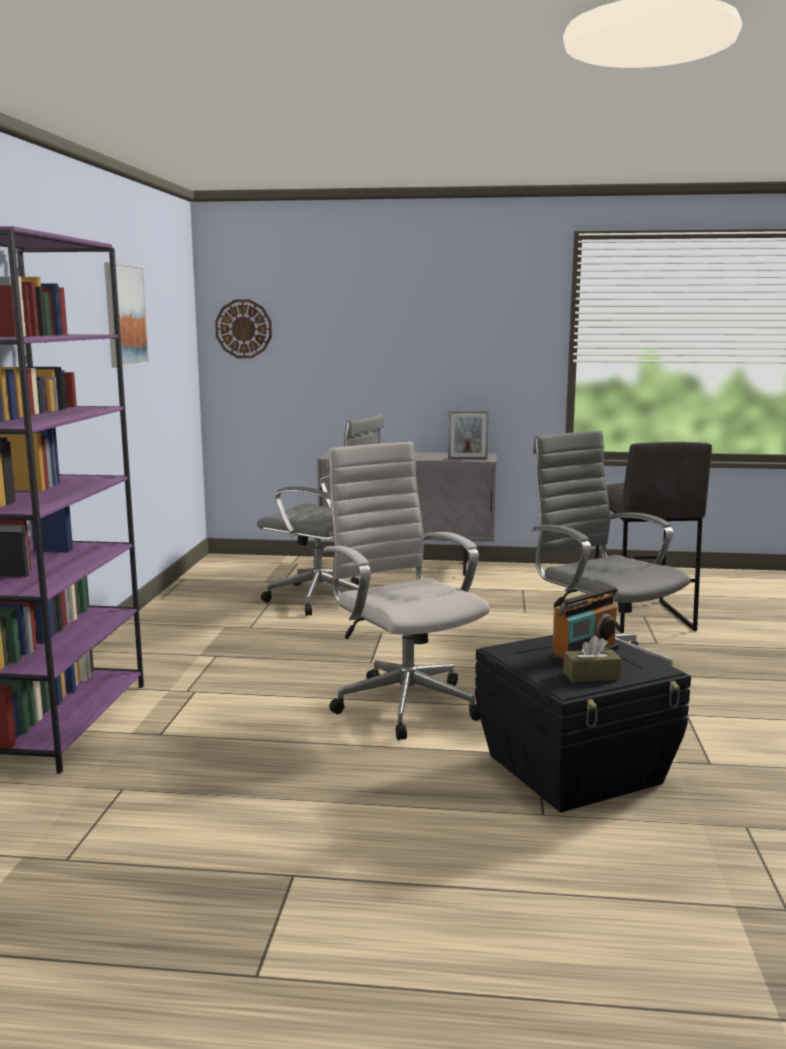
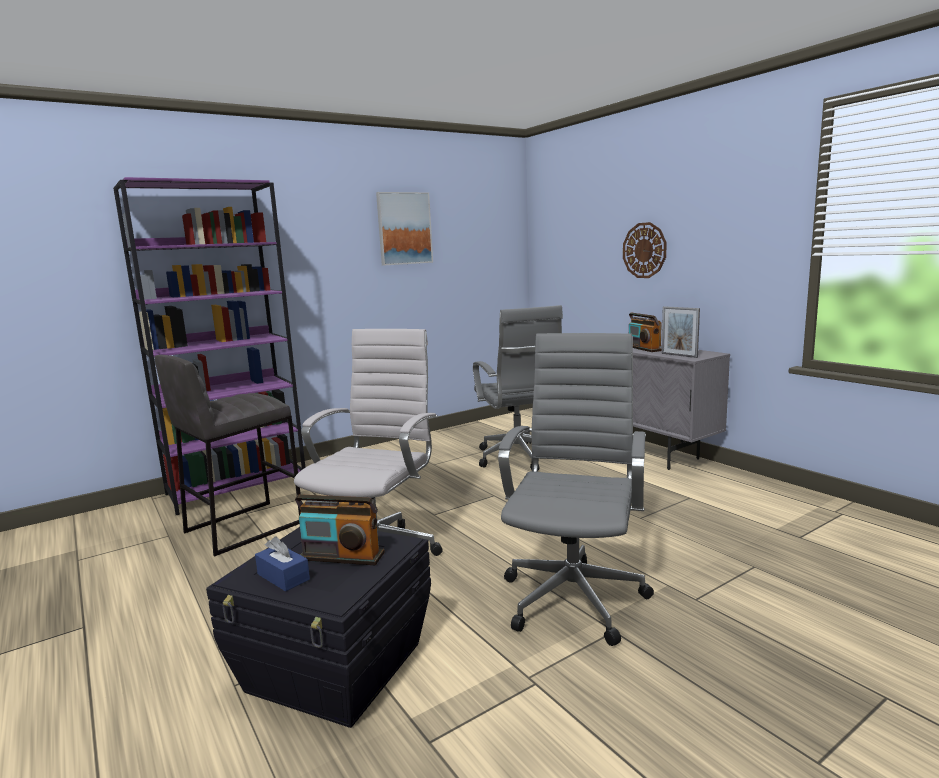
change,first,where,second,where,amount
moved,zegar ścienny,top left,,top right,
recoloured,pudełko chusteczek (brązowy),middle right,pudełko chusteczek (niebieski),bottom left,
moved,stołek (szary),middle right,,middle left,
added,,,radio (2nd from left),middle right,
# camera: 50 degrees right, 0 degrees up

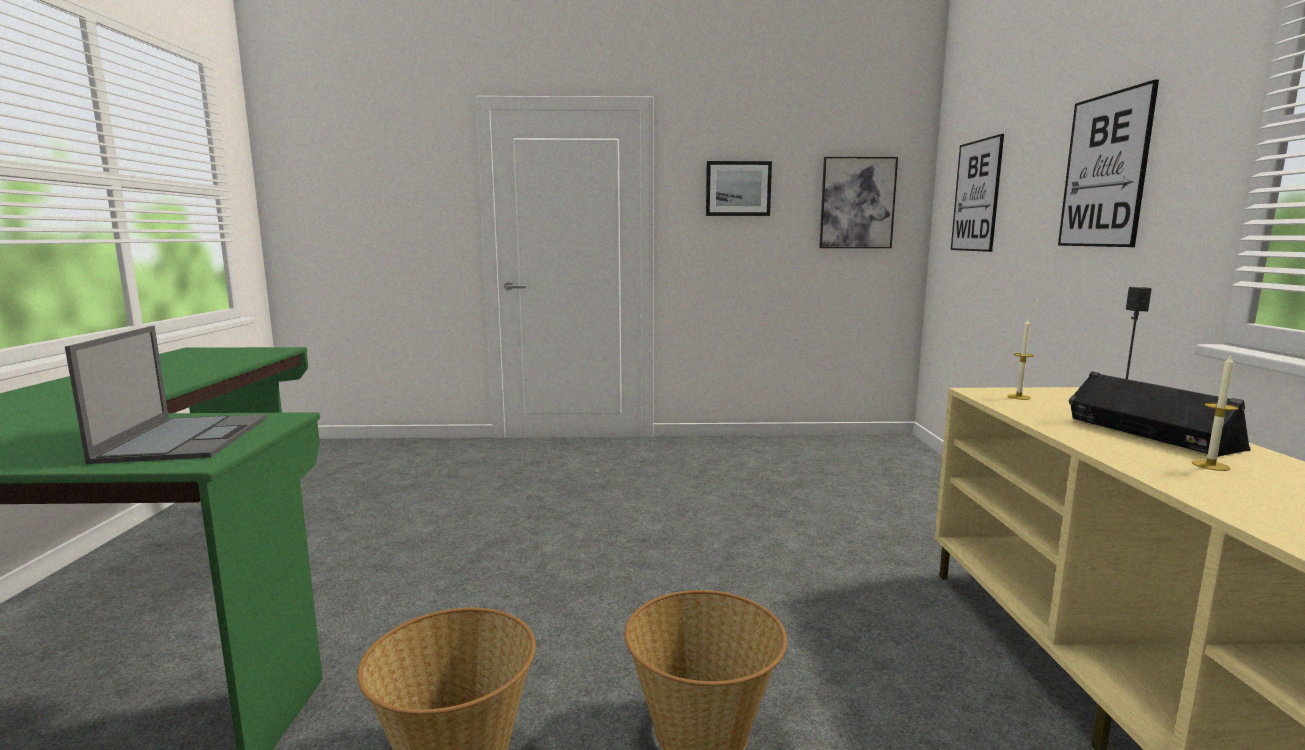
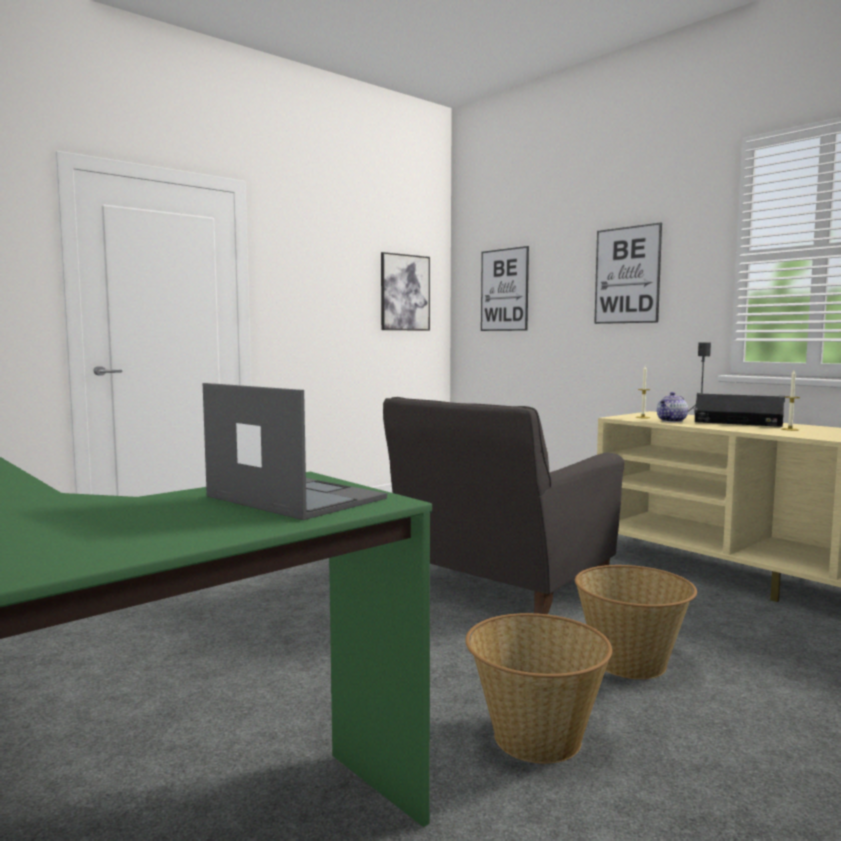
change,first,where,second,where,amount
removed,obraz (1st from left),top centre,,,
added,,,fotel (szary),centre,
added,,,imbryk,middle right,
# camera: 40 degrees left, 5 degrees down

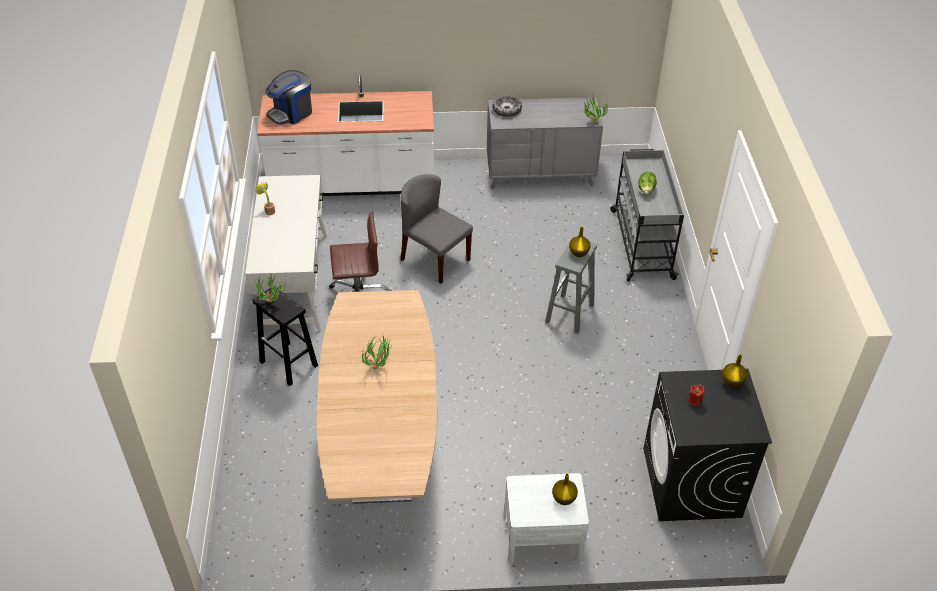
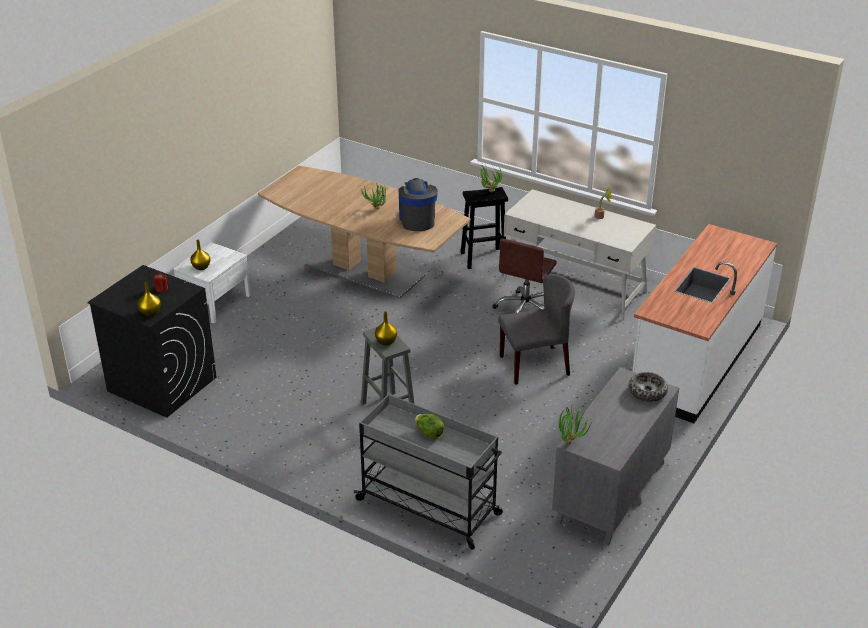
change,first,where,second,where,amount
moved,ekspres do kawy,top left,,top centre,
# camera: 125 degrees right, 10 degrees down

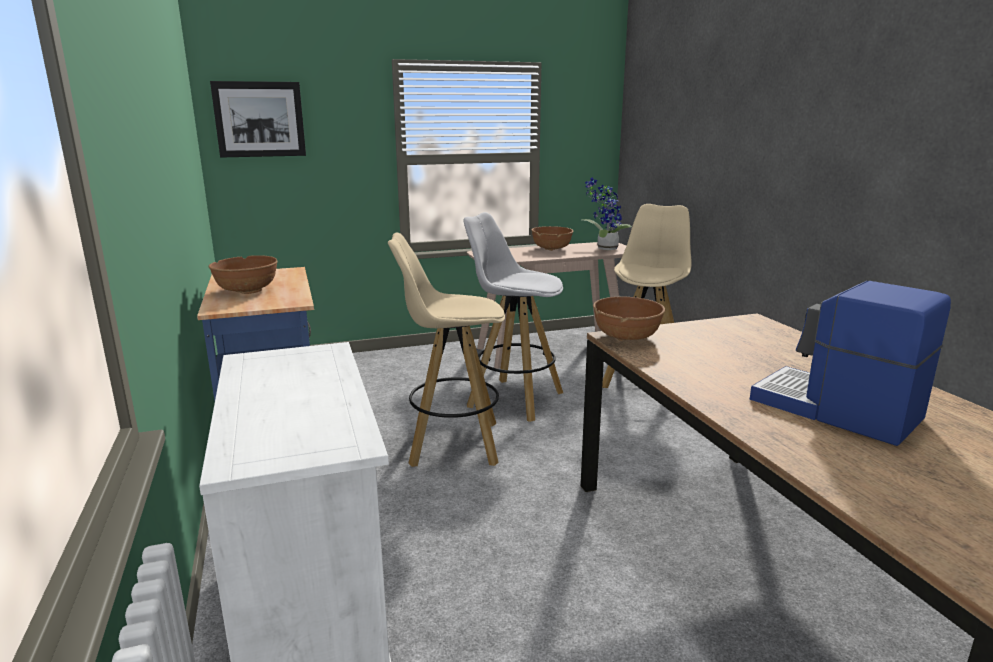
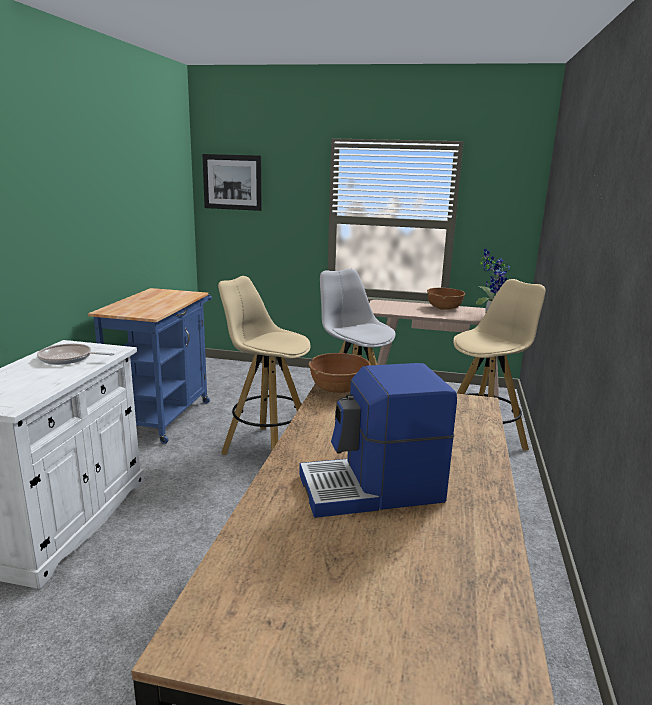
change,first,where,second,where,amount
removed,miska (brązowy) (1st from left),middle left,,,
turned,ekspres do kawy,middle right,,centre,90 degrees counterclockwise
added,,,patelnia,middle left,
# camera: 30 degrees right, 0 degrees up

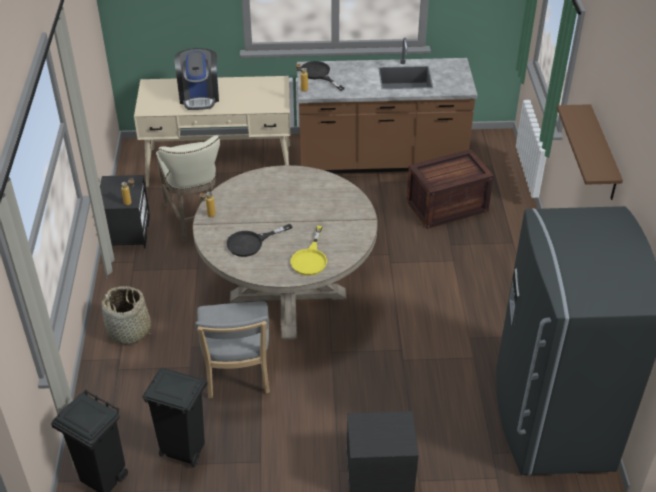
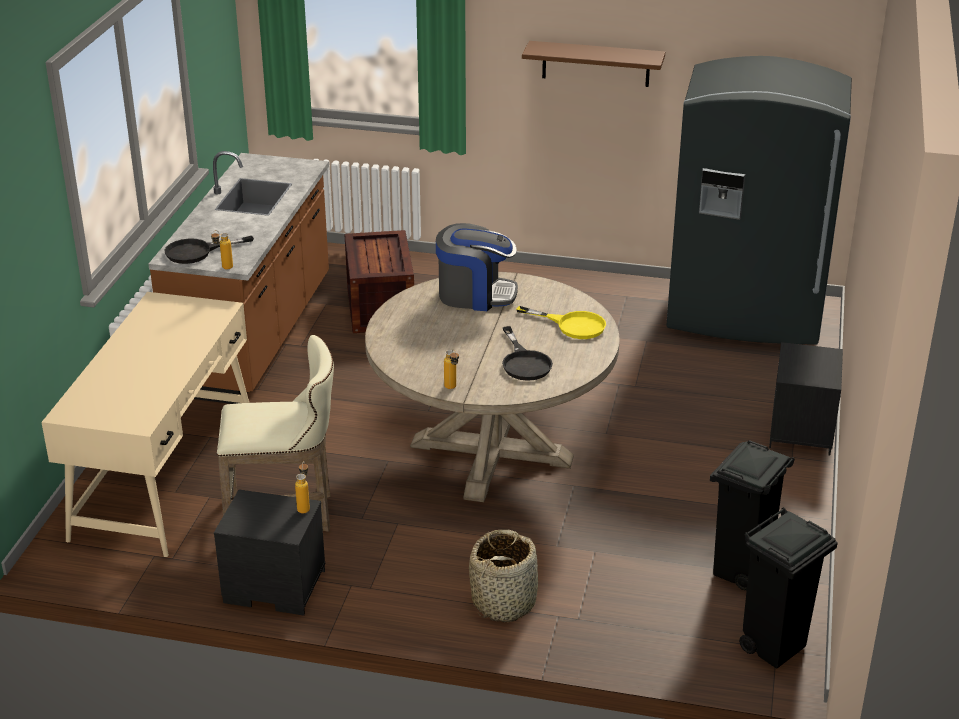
change,first,where,second,where,amount
moved,ekspres do kawy,top left,,centre,
removed,krzesło (szary),bottom centre,,,
# camera: 75 degrees left, 10 degrees down

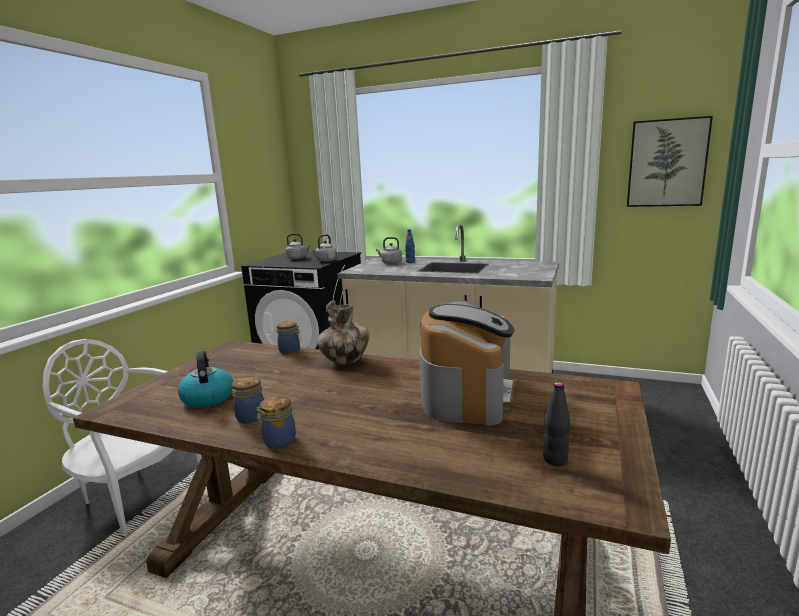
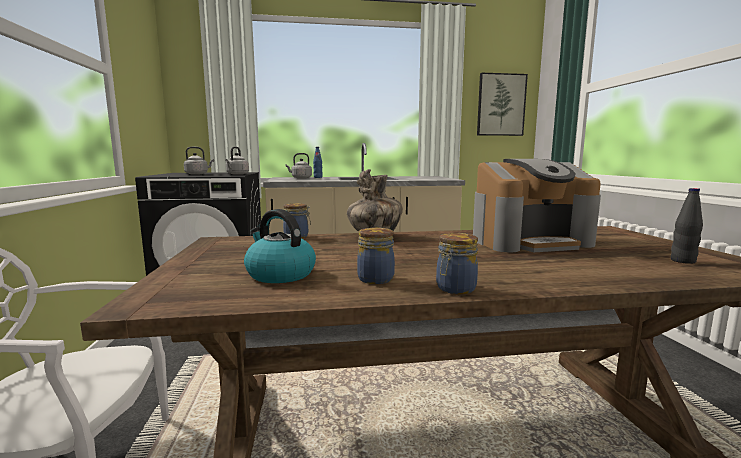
change,first,where,second,where,amount
turned,ekspres do kawy,centre,,middle right,90 degrees clockwise
# camera: 30 degrees left, 5 degrees down

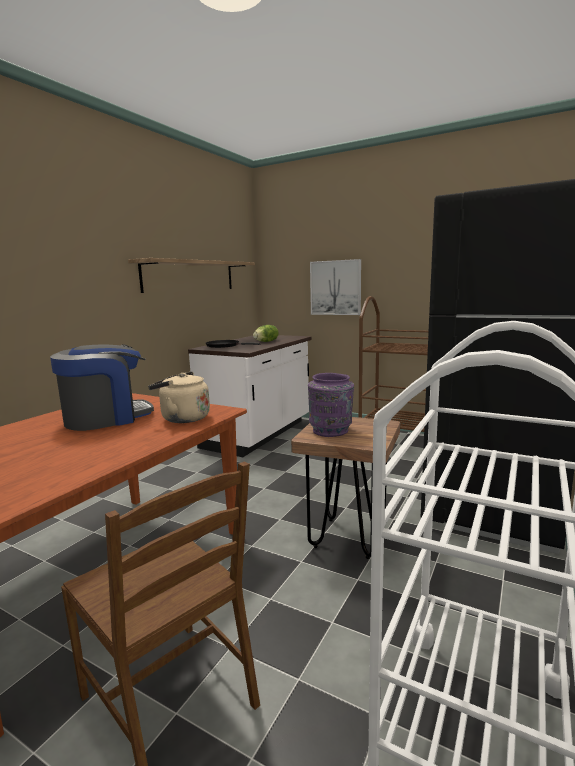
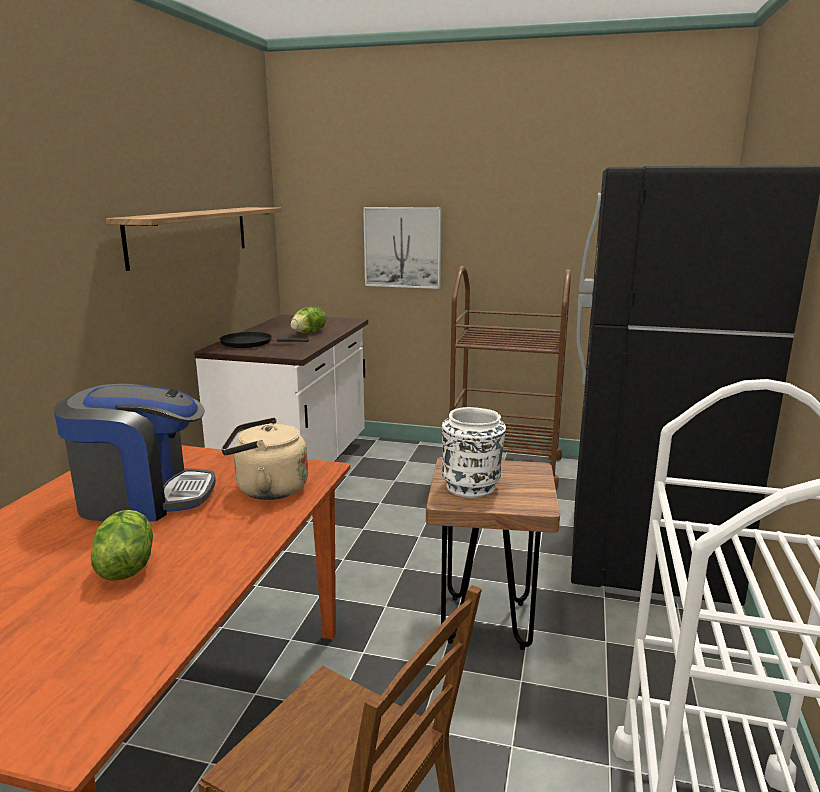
change,first,where,second,where,amount
turned,ekspres do kawy,middle left,,middle left,45 degrees clockwise
recoloured,wazon (fioletowy),centre,wazon (biały),centre,
added,,,sałata (1st from left),bottom left,
# camera: 15 degrees left, 5 degrees up

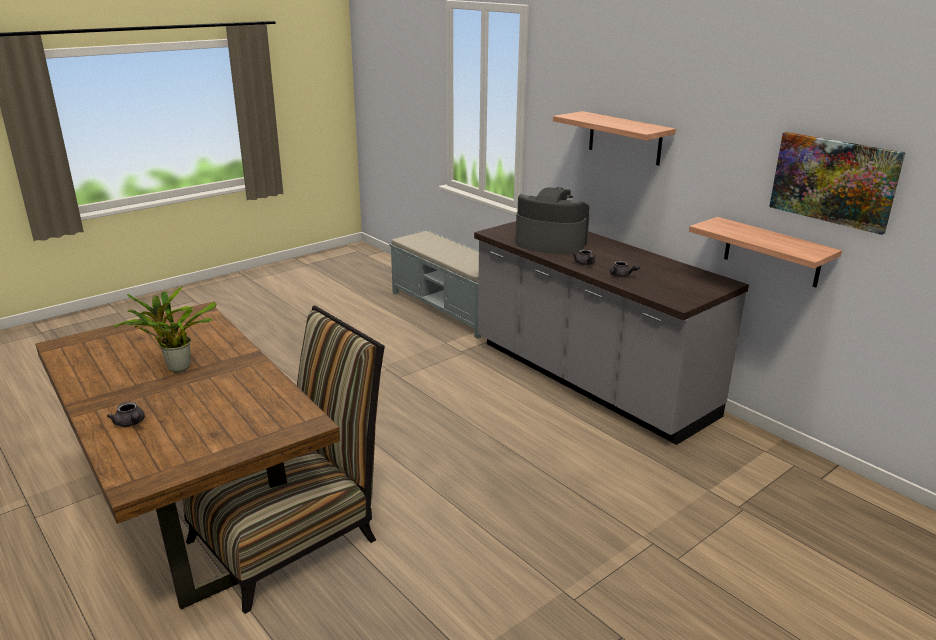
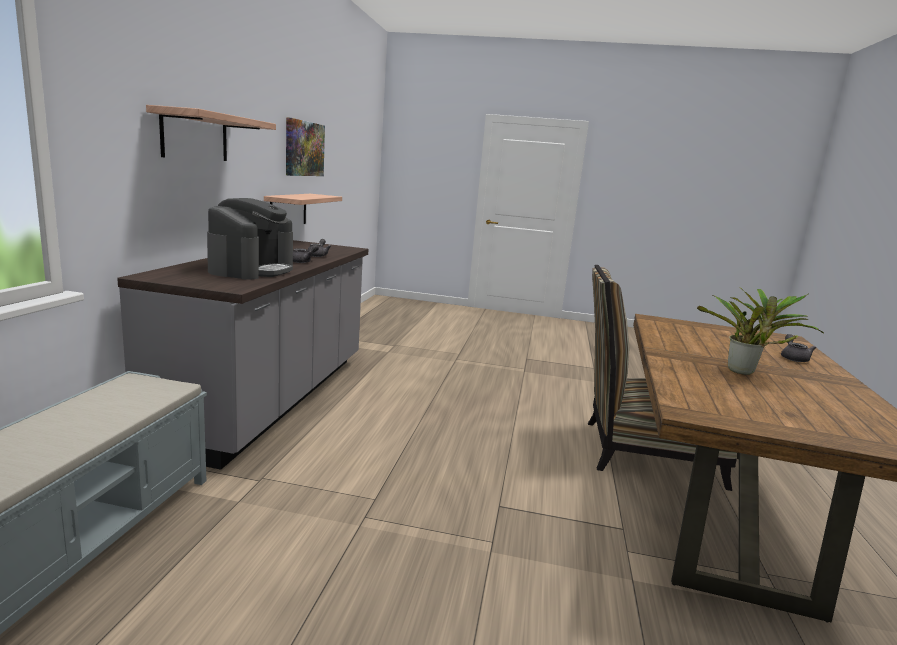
change,first,where,second,where,amount
turned,ekspres do kawy,centre,,middle left,150 degrees counterclockwise
# camera: 130 degrees left, 10 degrees down

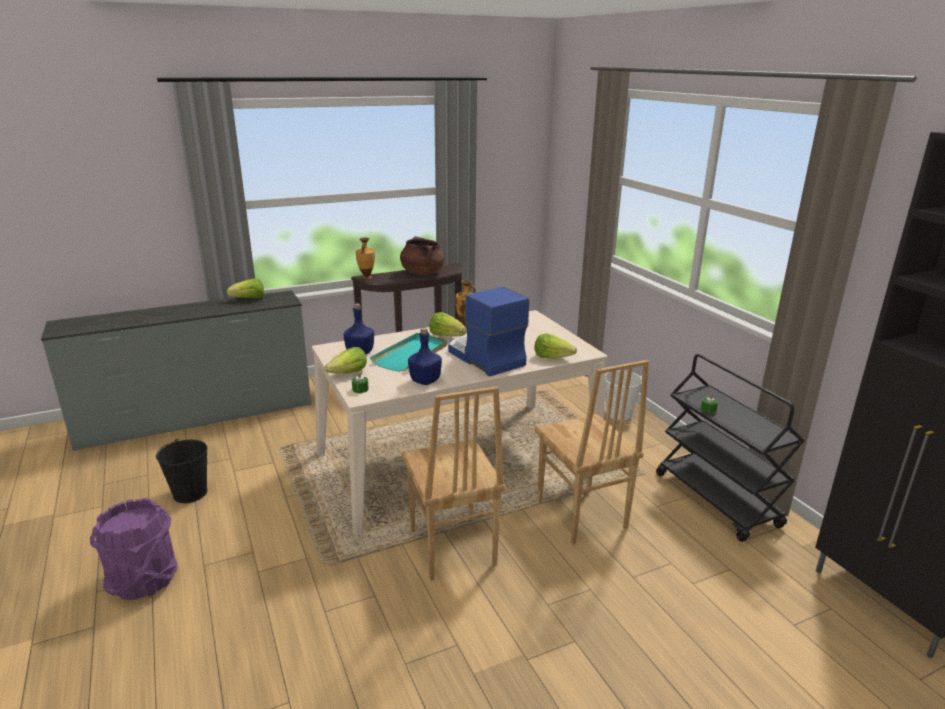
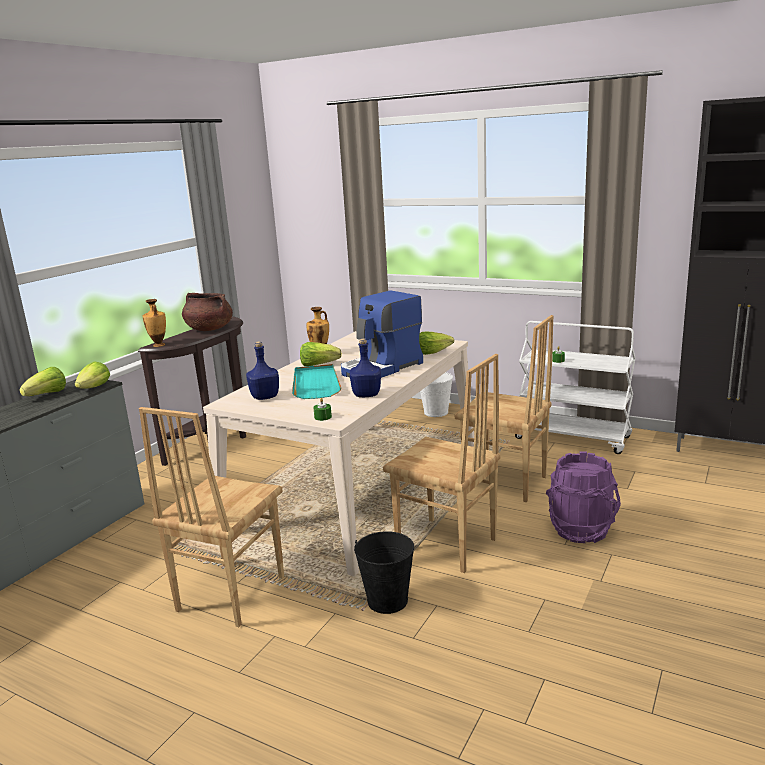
change,first,where,second,where,amount
moved,wiadro (fioletowy),bottom left,,middle right,
moved,wiadro (czarny),middle left,,bottom centre,
moved,sałata (2nd from left),centre,,middle left,
turned,ekspres do kawy,centre,,centre,60 degrees counterclockwise
recoloured,wózek (czarny),middle right,wózek (biały),middle right,
added,,,krzesło (brązowy) (1st from left),bottom left,
# camera: 35 degrees left, 5 degrees down

